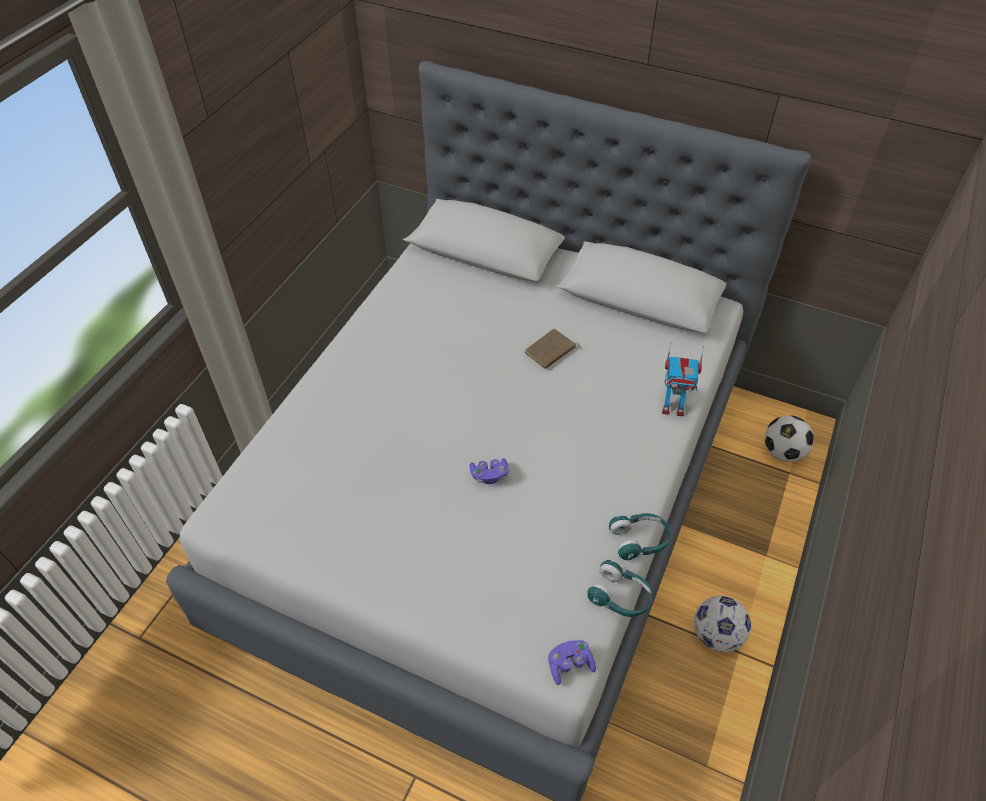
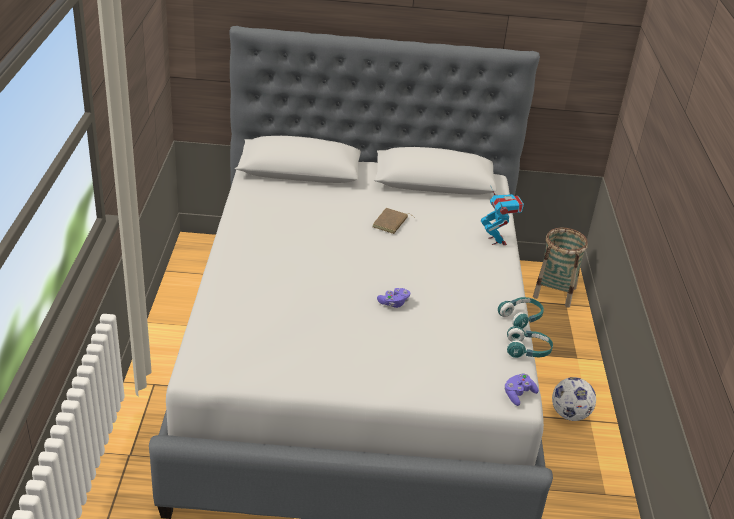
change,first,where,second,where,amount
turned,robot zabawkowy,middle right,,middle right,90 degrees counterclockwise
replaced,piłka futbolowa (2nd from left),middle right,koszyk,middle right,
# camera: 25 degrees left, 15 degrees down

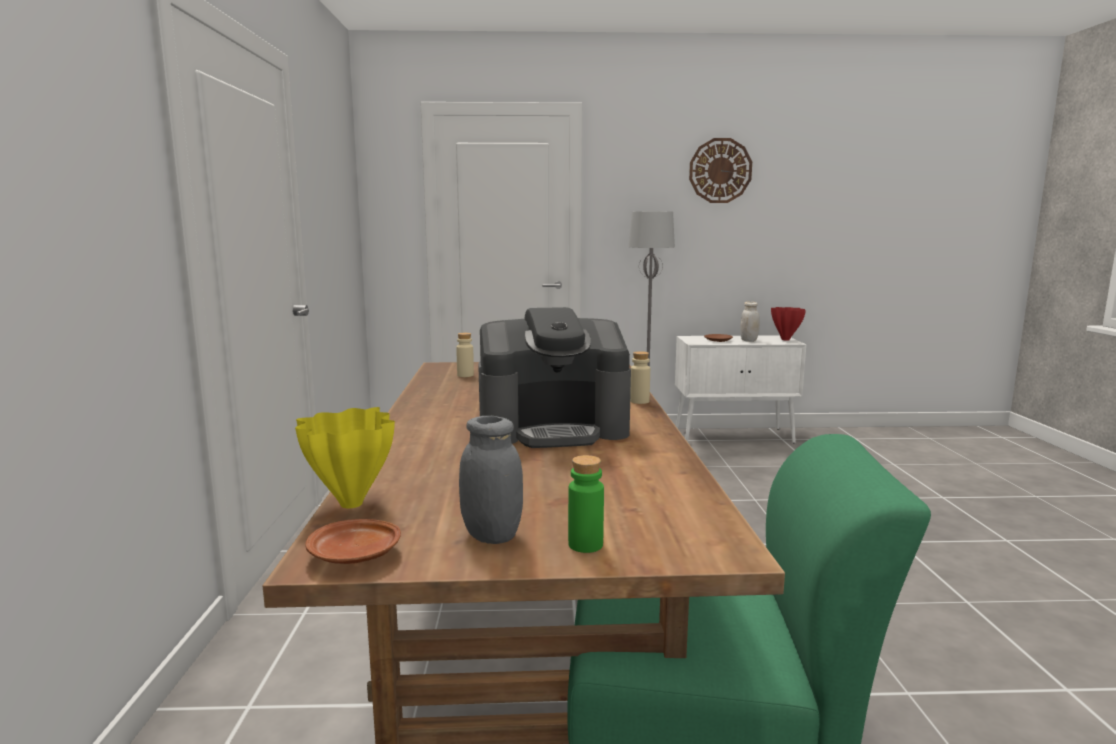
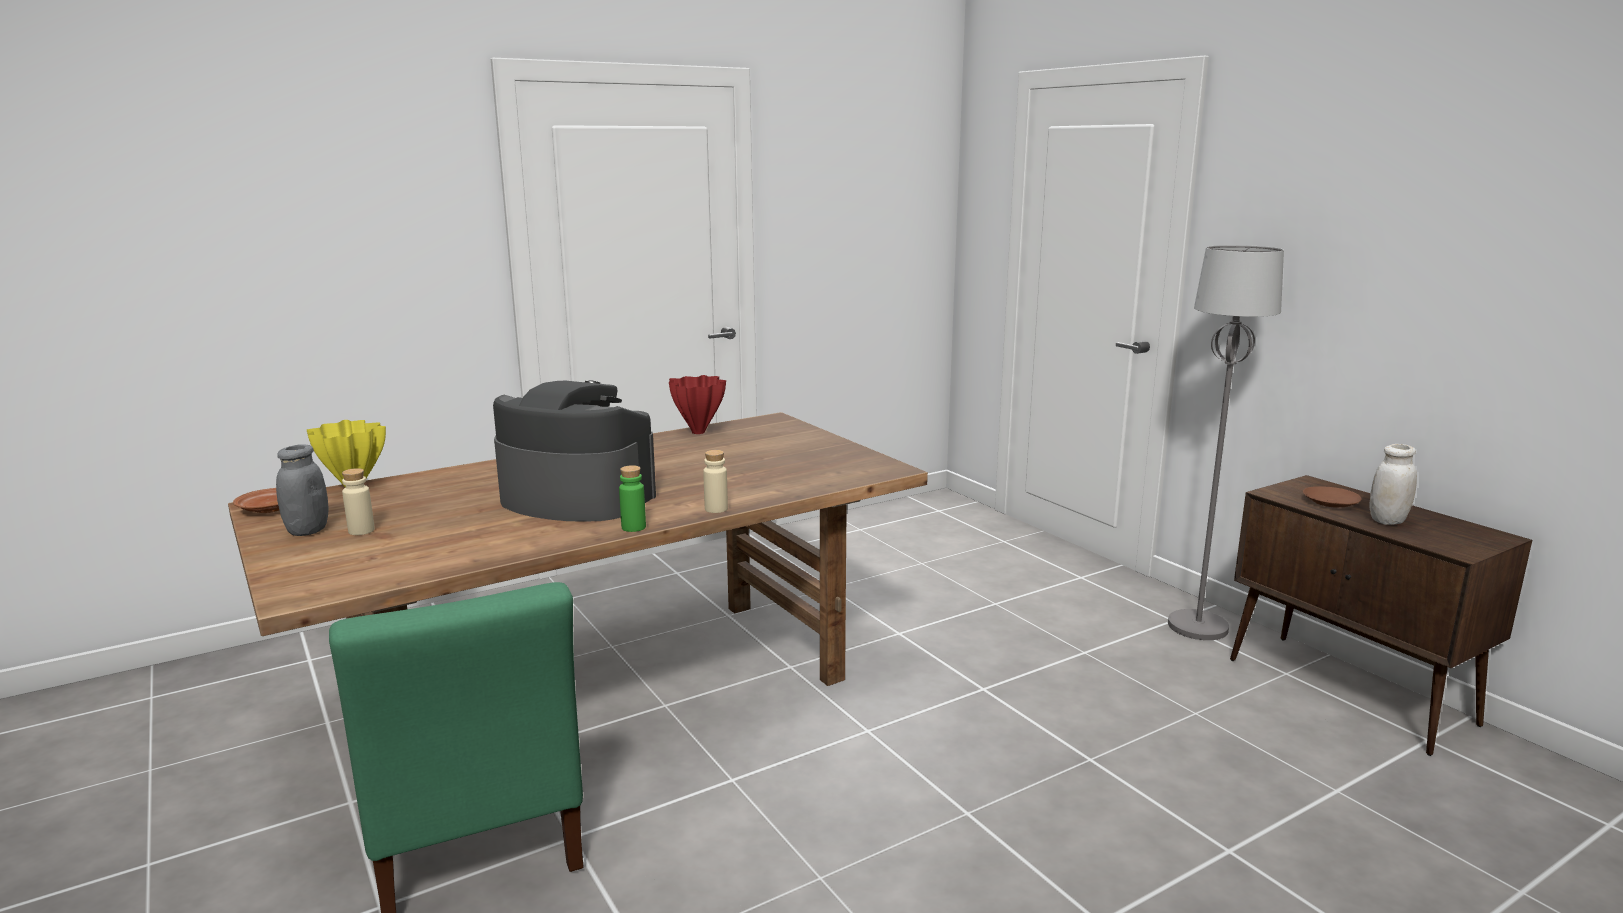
change,first,where,second,where,amount
moved,butelka (beżowy) (1st from left),centre,,middle left,
turned,ekspres do kawy,centre,,centre,150 degrees clockwise
moved,butelka (zielony),bottom centre,,centre,
recoloured,szafka (biały),centre,szafka (brązowy),bottom right,
removed,zegar ścienny,top centre,,,
moved,wazon (czerwony),middle right,,centre,
# camera: 60 degrees right, 5 degrees up

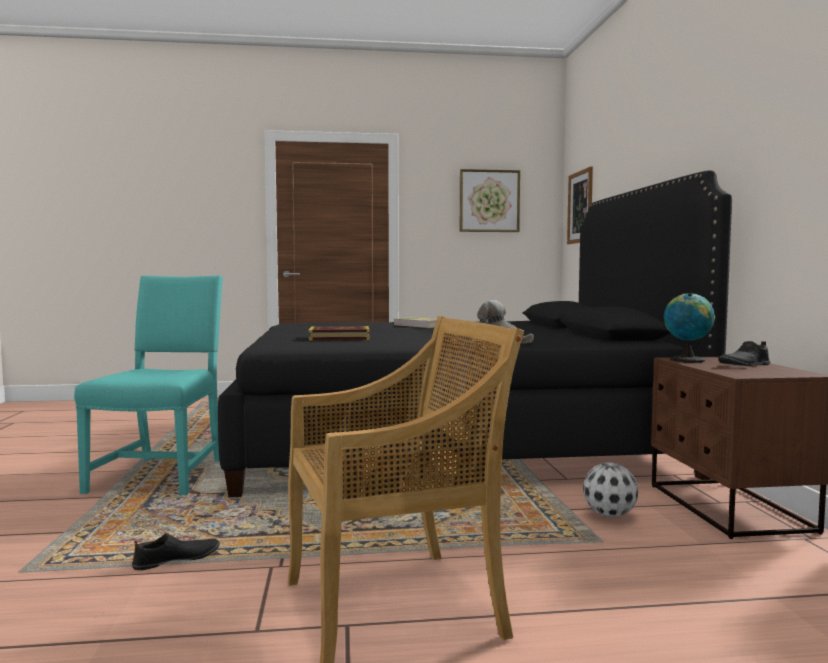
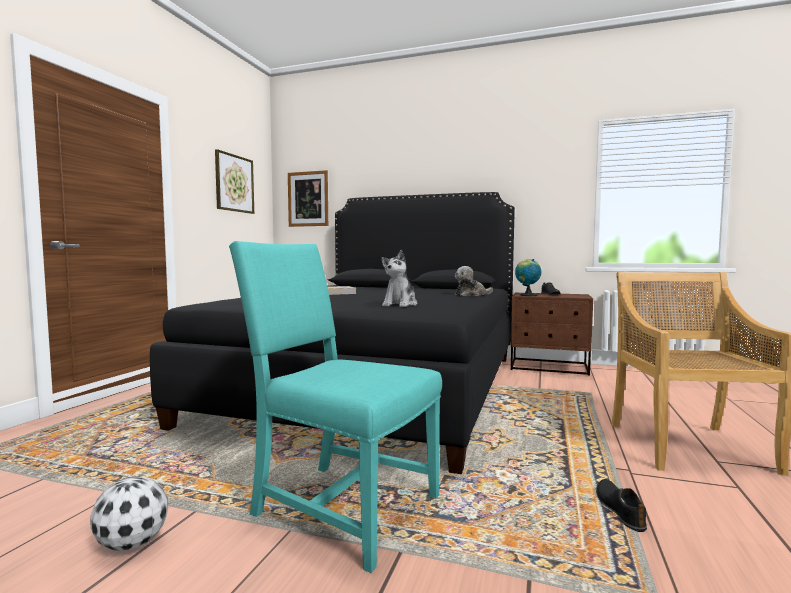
change,first,where,second,where,amount
replaced,książka (1st from left),centre,pluszak (1st from left),centre,
moved,piłka futbolowa,bottom right,,bottom left,
# camera: 65 degrees left, 0 degrees up

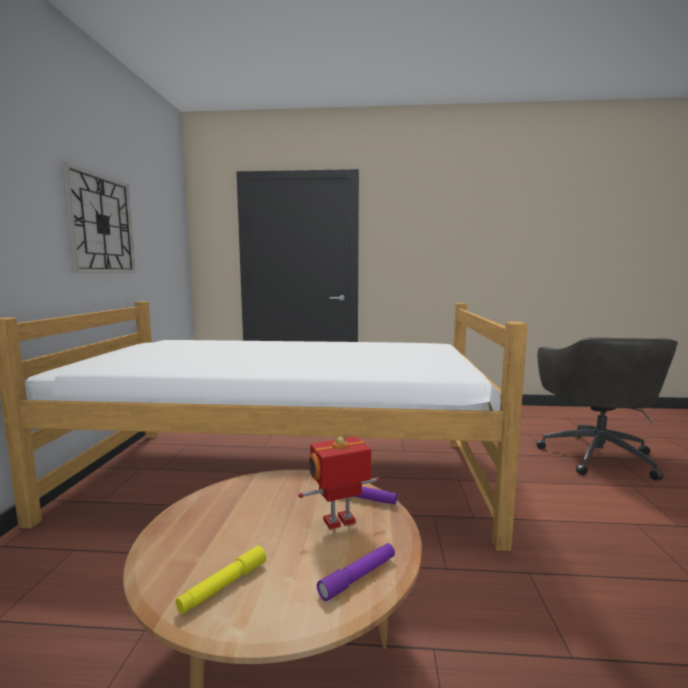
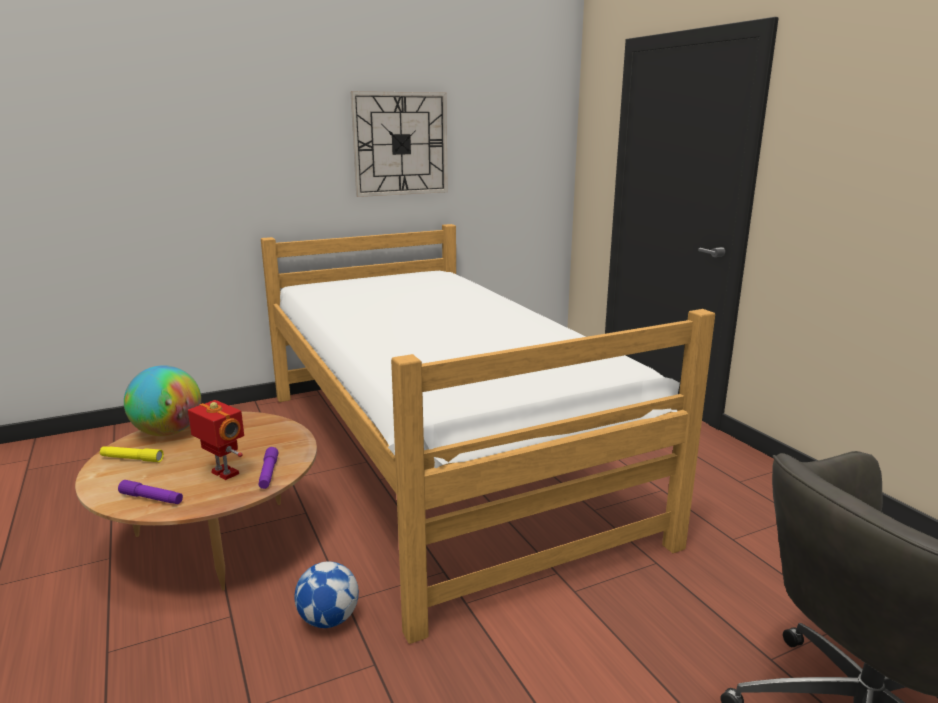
change,first,where,second,where,amount
added,,,globus,middle left,
added,,,piłka futbolowa,bottom centre,
# camera: 60 degrees right, 10 degrees up

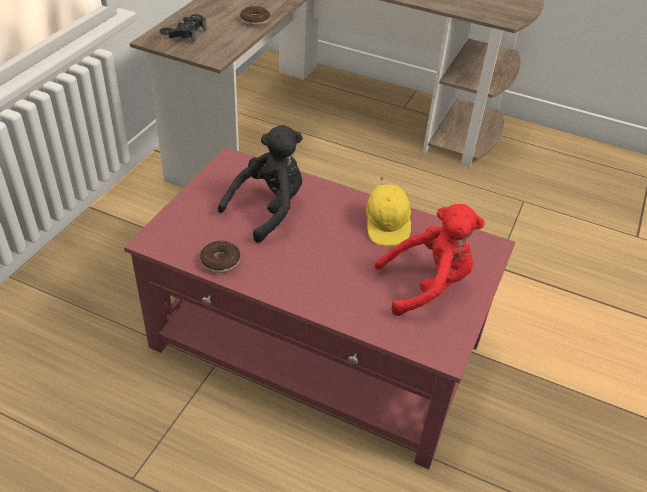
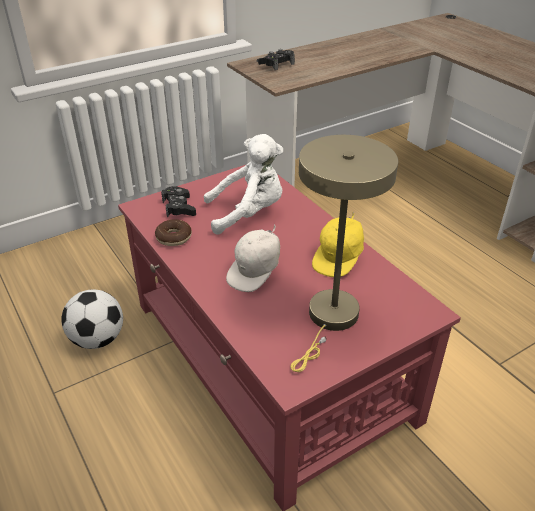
change,first,where,second,where,amount
recoloured,pluszak (czarny),centre,pluszak (biały),centre,
removed,donut (2nd from left),top centre,,,
replaced,pluszak (czerwony),centre,lampa stołowa (beżowy),centre,
added,,,piłka futbolowa,middle left,
added,,,pad do gier (czarny) (1st from left),middle left,
added,,,czapka z daszkiem (biały),centre,
# camera: 35 degrees right, 5 degrees down

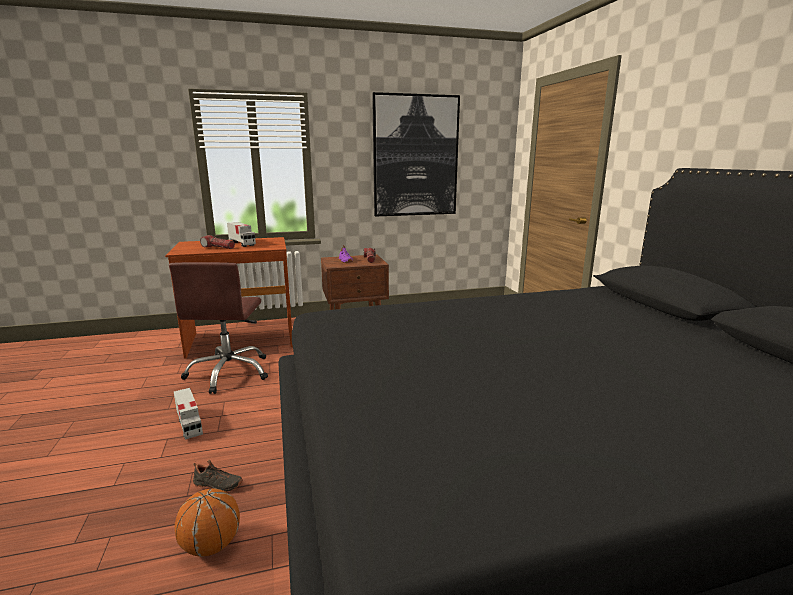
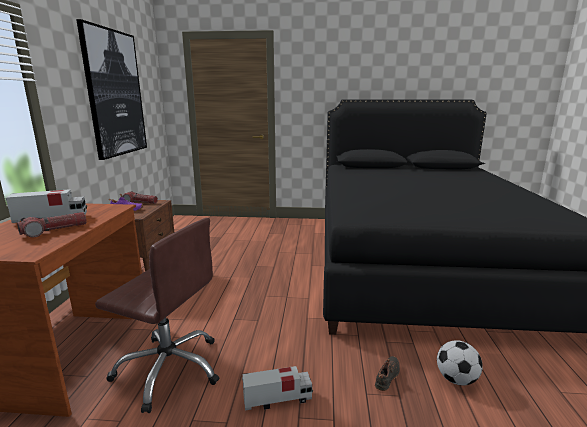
change,first,where,second,where,amount
replaced,piłka do koszykówki,bottom left,piłka futbolowa,bottom right,
# camera: 70 degrees left, 0 degrees up

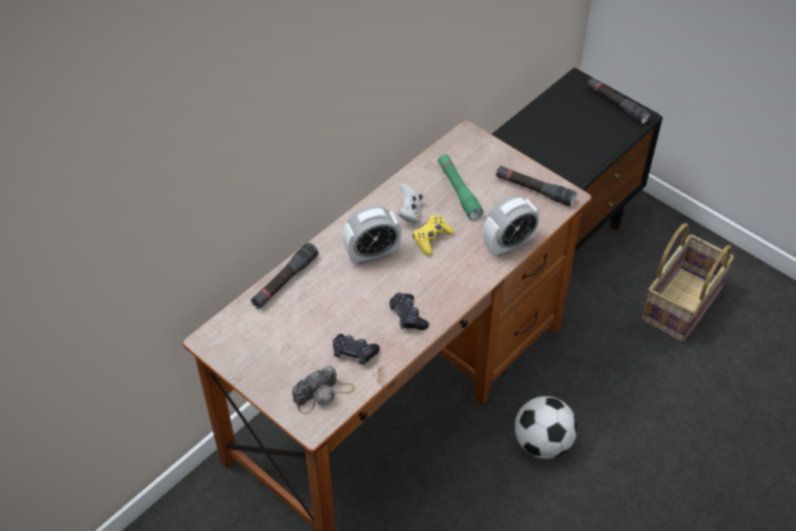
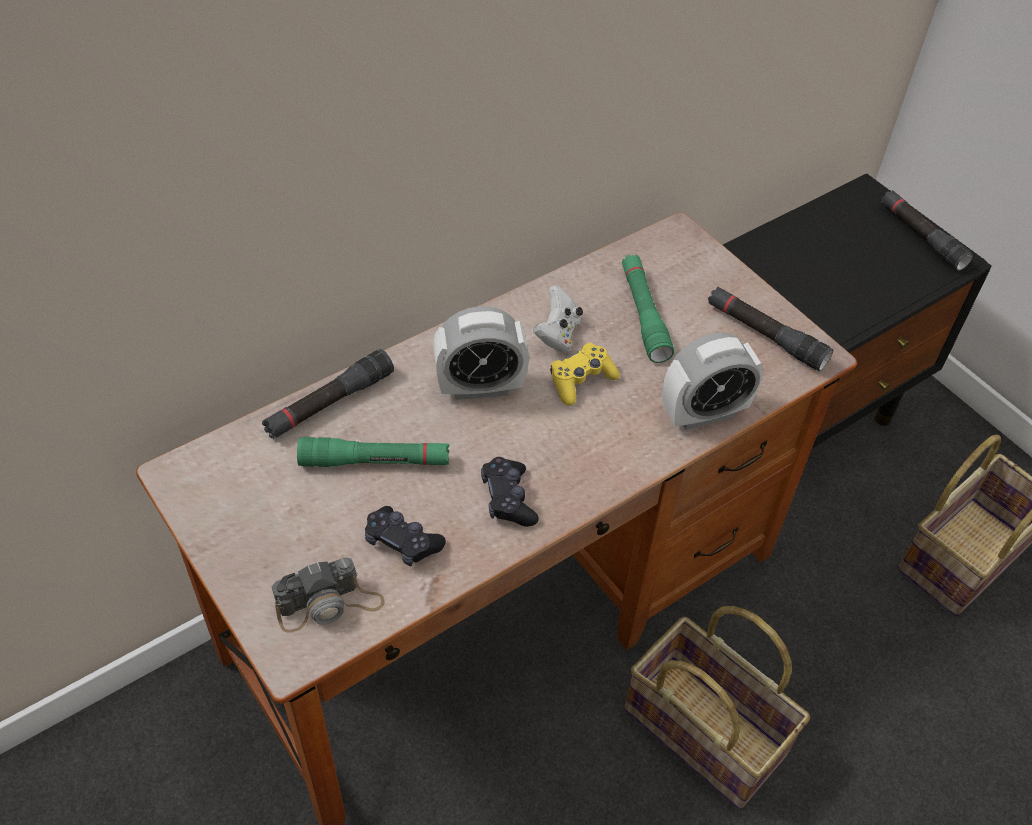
change,first,where,second,where,amount
replaced,piłka futbolowa,bottom right,koszyk (1st from left),bottom right,
added,,,latarka (zielony) (1st from left),centre,
# camera: 10 degrees right, 0 degrees up

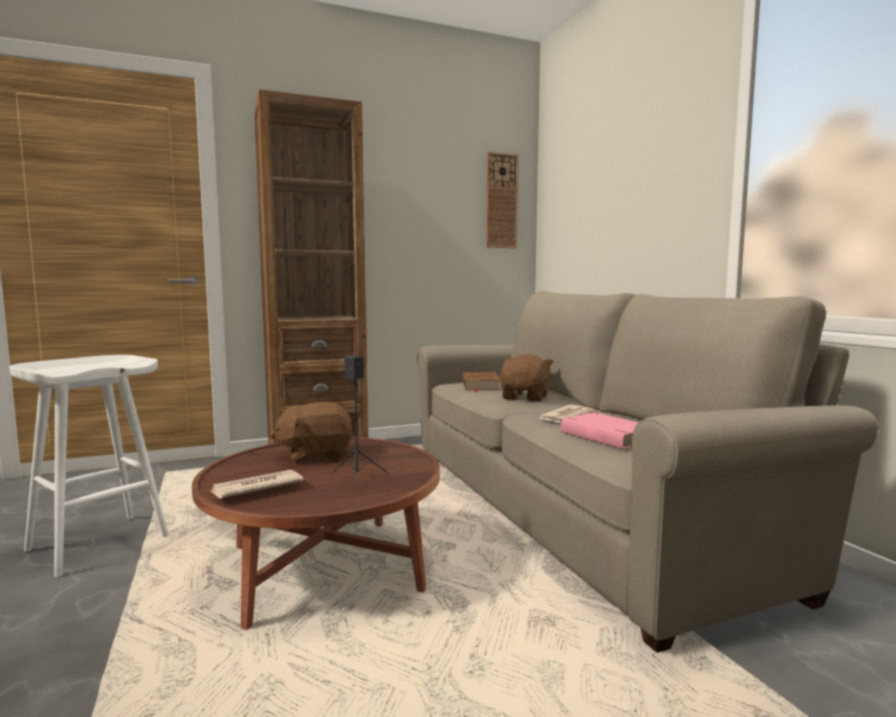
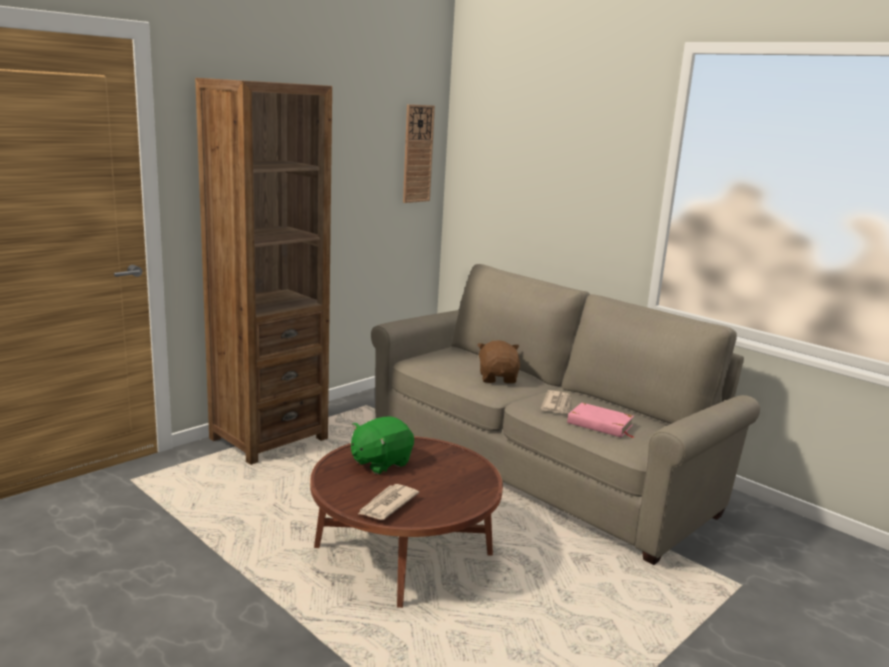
change,first,where,second,where,amount
removed,stołek (biały),middle left,,,
recoloured,pluszak (brązowy) (1st from left),centre,pluszak (zielony),bottom centre,
removed,głośnik (czarny),centre,,,
removed,książka (brązowy),centre,,,
# camera: 25 degrees left, 10 degrees up

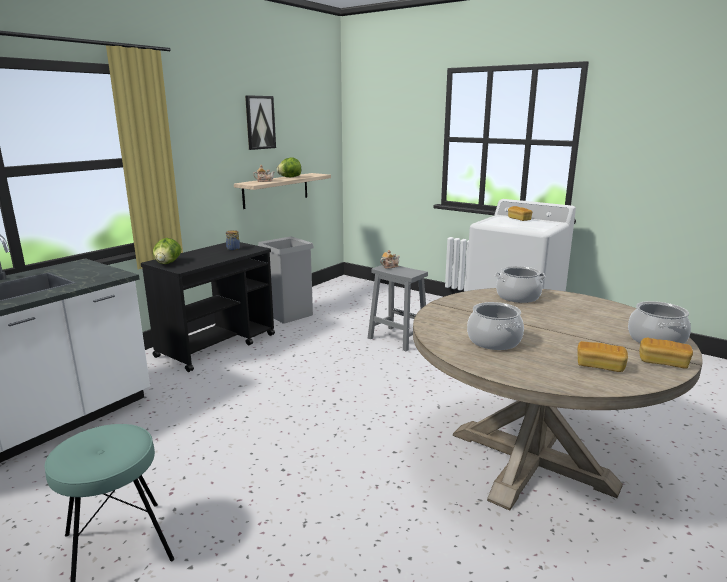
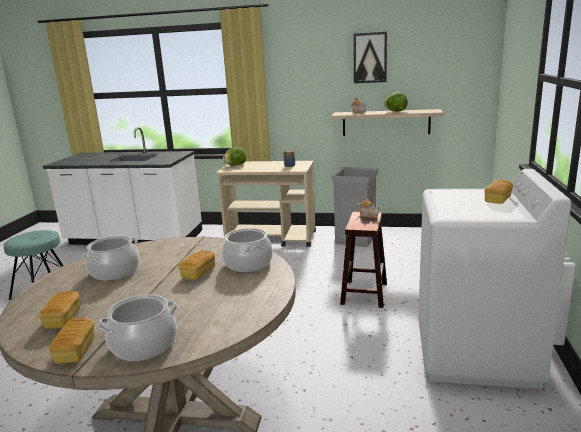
change,first,where,second,where,amount
recoloured,wózek (czarny),middle left,wózek (beżowy),centre,
recoloured,stołek (szary),centre,stołek (brązowy),centre,
added,,,chleb (3rd from left),centre,
# camera: 65 degrees right, 0 degrees up

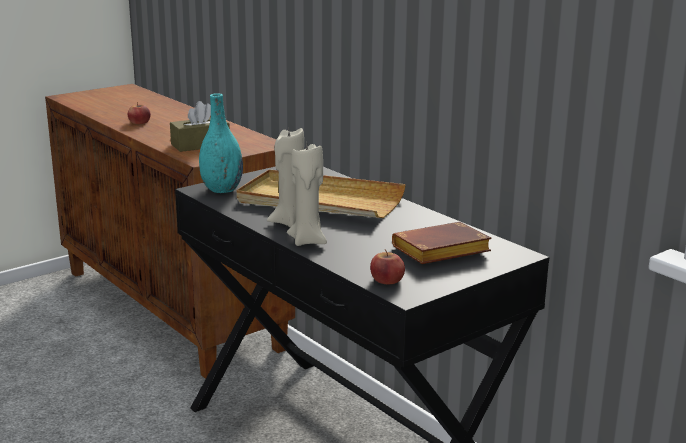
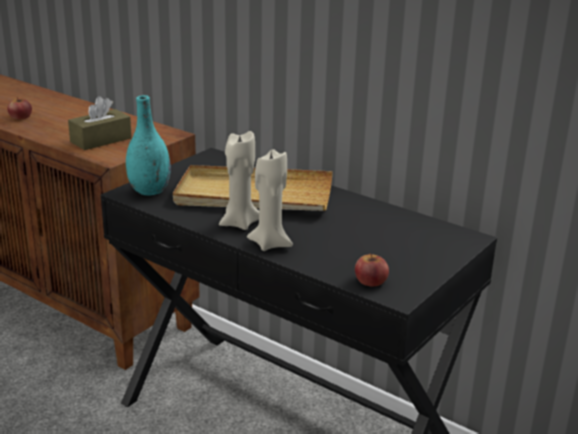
change,first,where,second,where,amount
removed,książka (brązowy),centre,,,
# camera: 15 degrees left, 5 degrees up

